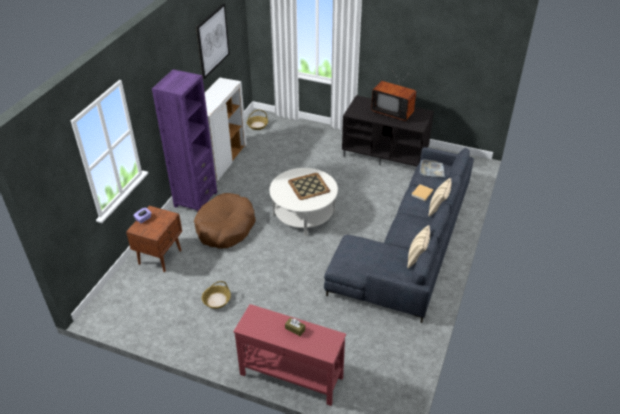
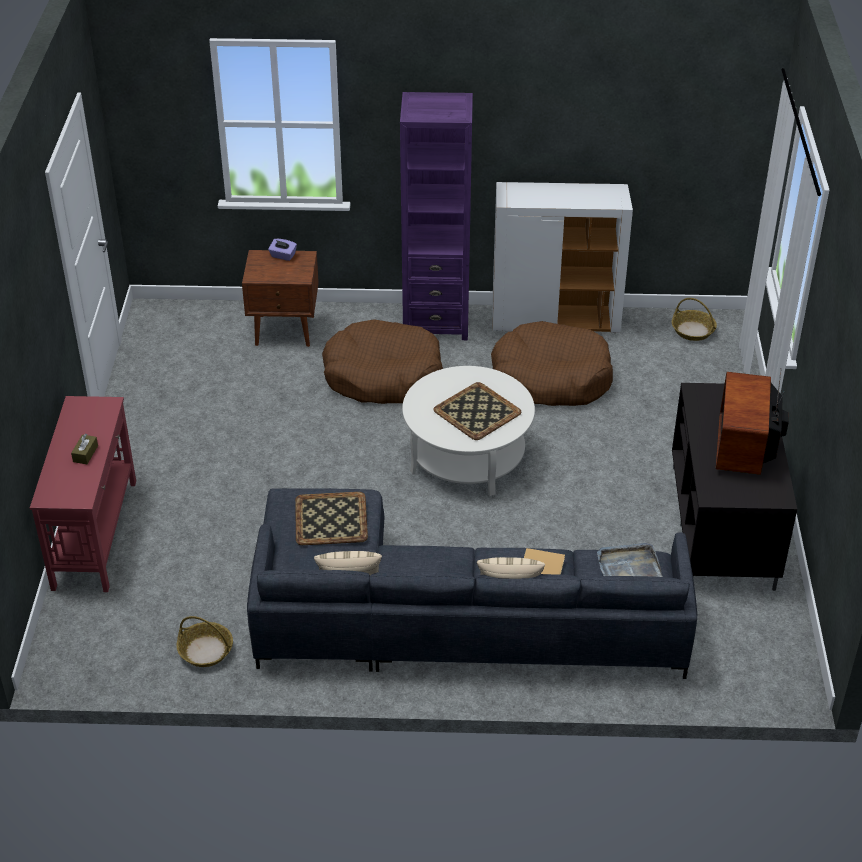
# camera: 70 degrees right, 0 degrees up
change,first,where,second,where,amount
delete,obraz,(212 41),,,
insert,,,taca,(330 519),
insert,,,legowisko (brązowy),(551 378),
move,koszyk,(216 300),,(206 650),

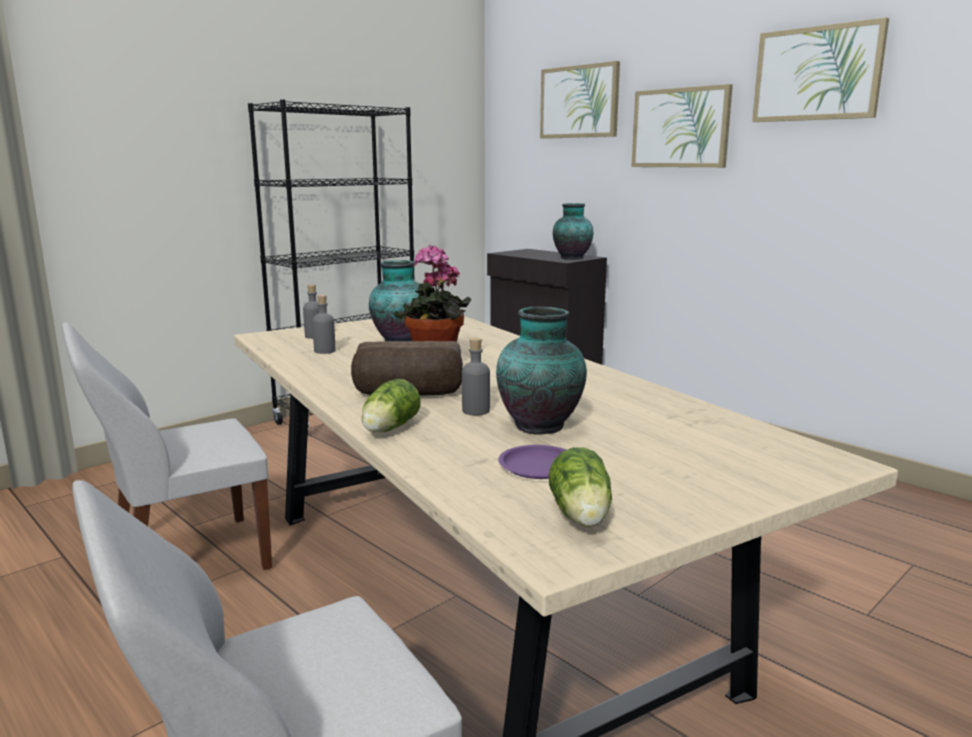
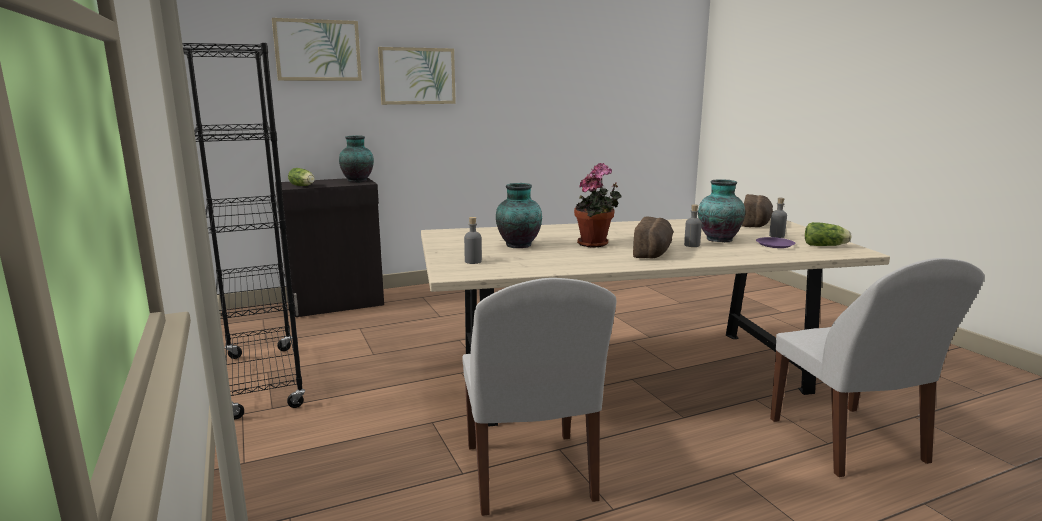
# camera: 70 degrees left, 0 degrees up
change,first,where,second,where,amount
delete,obraz,(817 74),,,
insert,,,chleb,(756 223),
move,butelka (szary),(325 351),,(776 236),
move,sałata,(388 429),,(303 186),

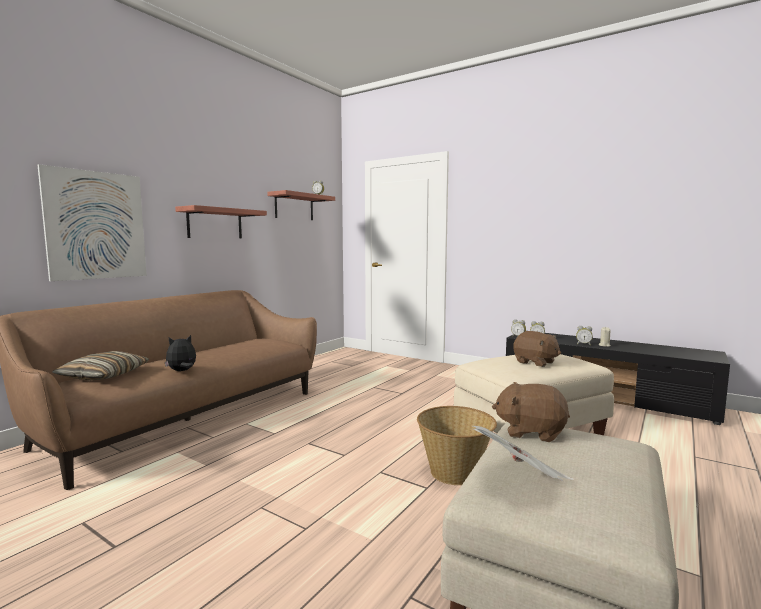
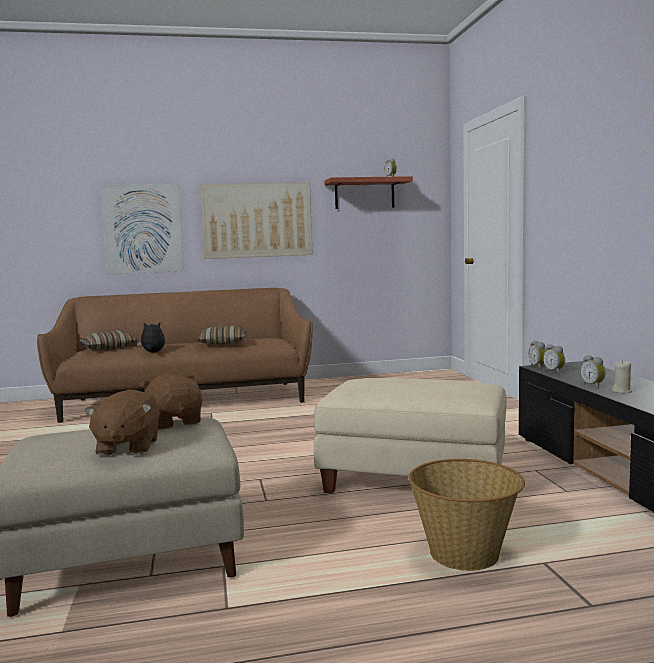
# camera: 45 degrees right, 0 degrees up
change,first,where,second,where,amount
delete,gazeta,(521 478),,,
insert,,,poduszka,(223 343),
move,koszyk,(455 472),,(465 553),
move,pluszak (brązowy),(535 362),,(127 447),
replace,półka,(215 223),obraz,(257 220),

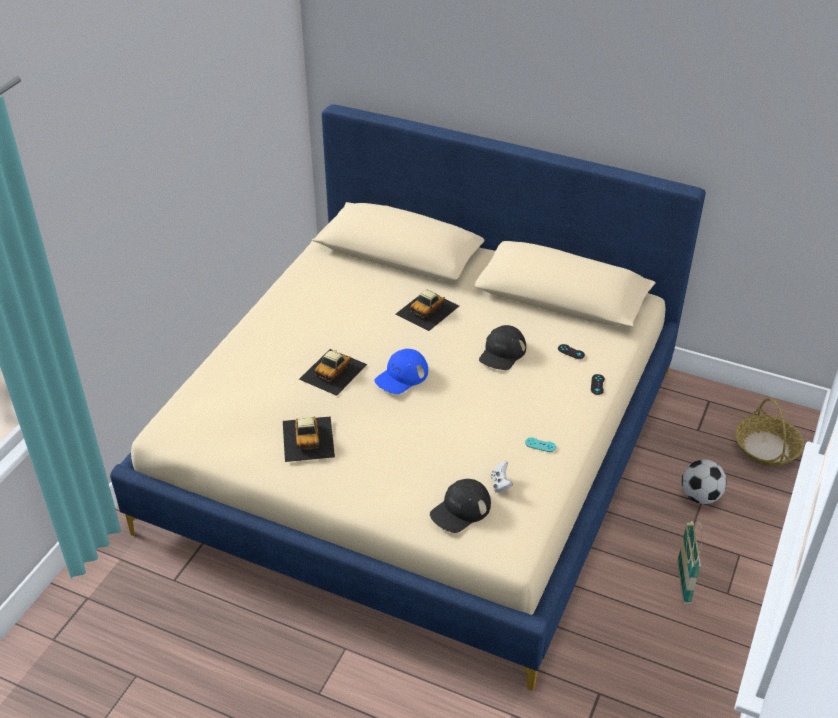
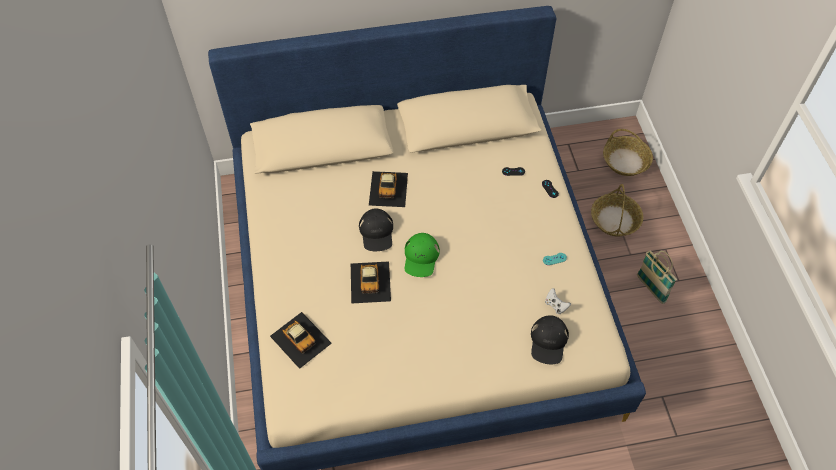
# camera: 35 degrees left, 15 degrees up
change,first,where,second,where,amount
move,samochodzik,(308 438),,(300 339),
move,czapka z daszkiem (czarny),(502 353),,(376 232),
replace,piłka futbolowa,(700 496),koszyk,(614 220),
recolor,czapka z daszkiem (niebieski),(401 376),czapka z daszkiem (zielony),(421 257),

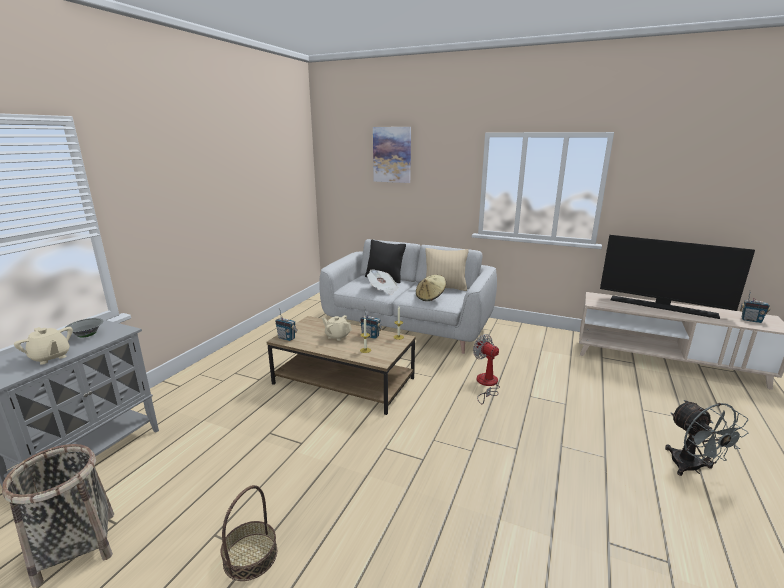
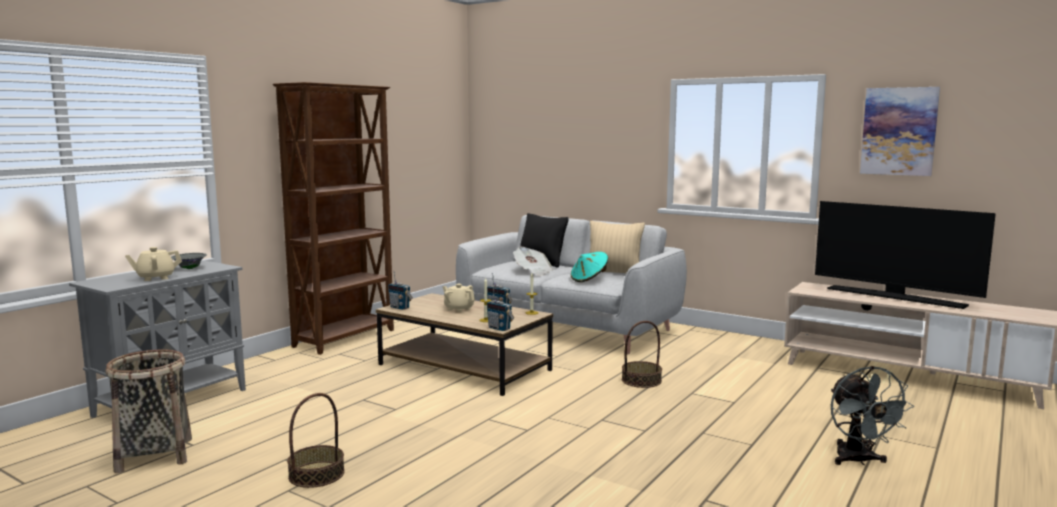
# camera: 10 degrees right, 10 degrees down
change,first,where,second,where,amount
insert,,,regał (brązowy),(346 338),
move,obraz,(392 155),,(899 131),
move,radio,(751 320),,(499 328),
replace,wentylator,(486 384),koszyk,(641 380),
recolor,kapelusz (beżowy),(430 297),kapelusz (turkusowy),(589 279),
rotate,imbryk (beżowy),(50 357),,(155 278),105 degrees clockwise

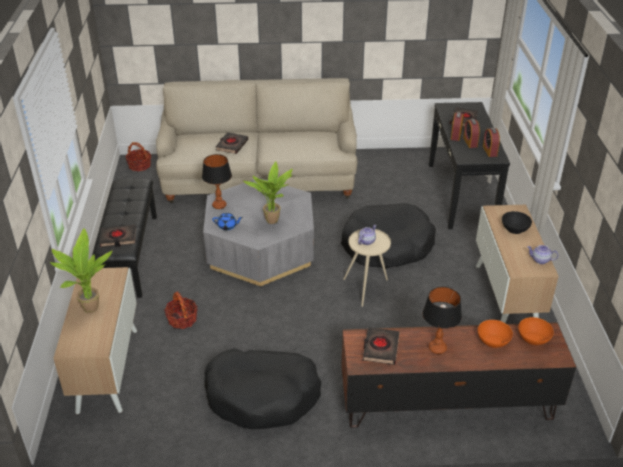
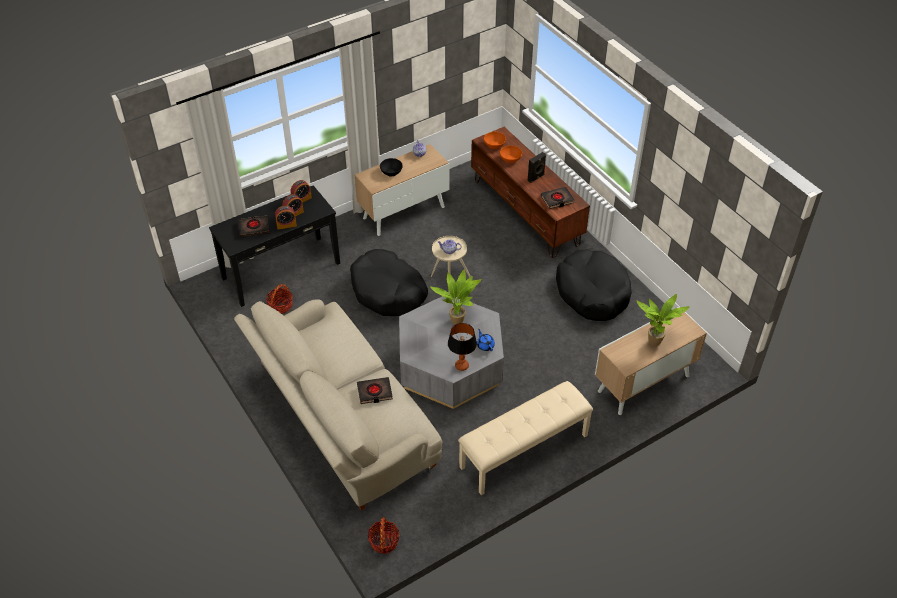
# camera: 120 degrees left, 10 degrees up
change,first,where,second,where,amount
delete,książka (czarny),(118 238),,,
move,koszyk,(182 319),,(280 305),
replace,lampa stołowa,(437 348),głośnik (czarny),(536 178),
recolor,ławka (czarny),(129 255),ławka (beżowy),(524 452),

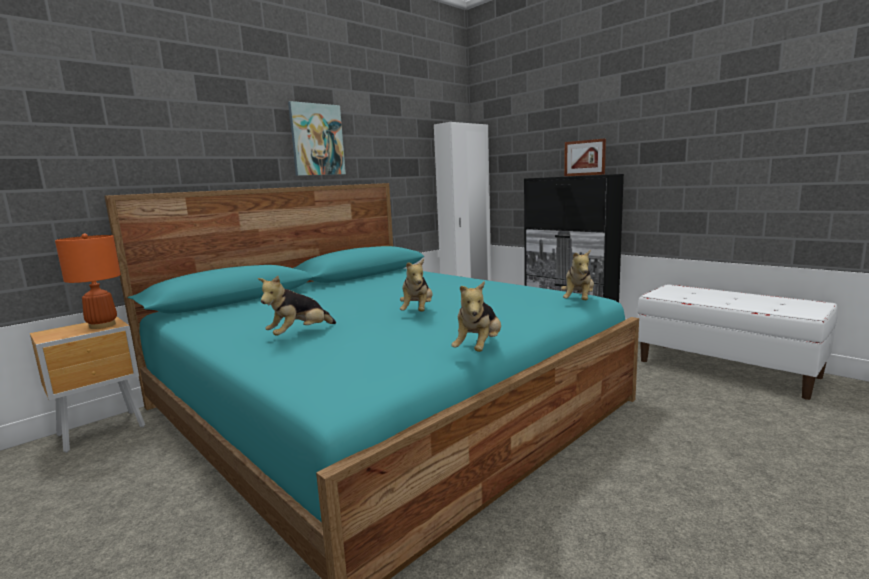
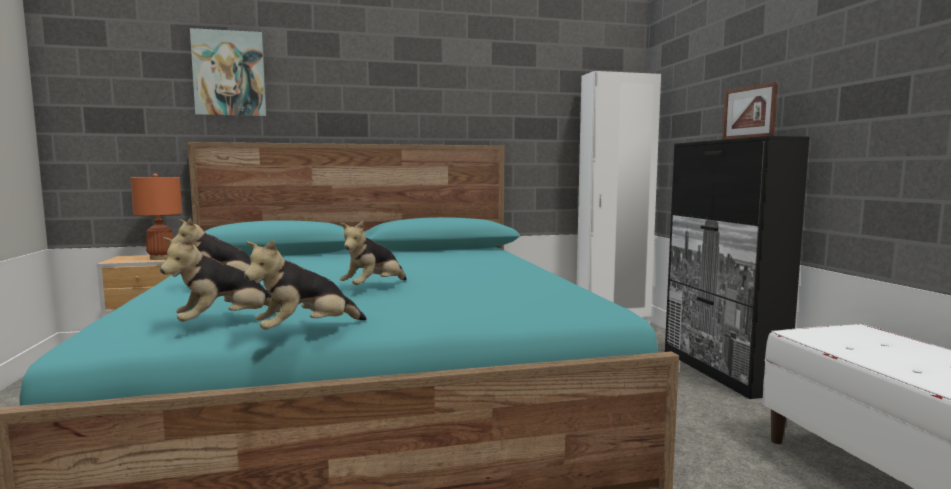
# camera: 30 degrees right, 5 degrees down
change,first,where,second,where,amount
move,obraz,(317 140),,(229 74),
move,pluszak,(578 301),,(226 323),

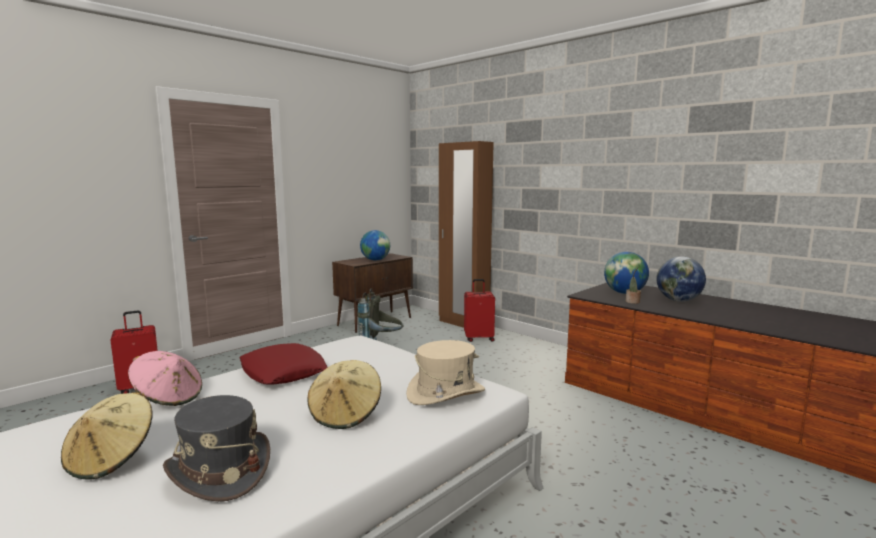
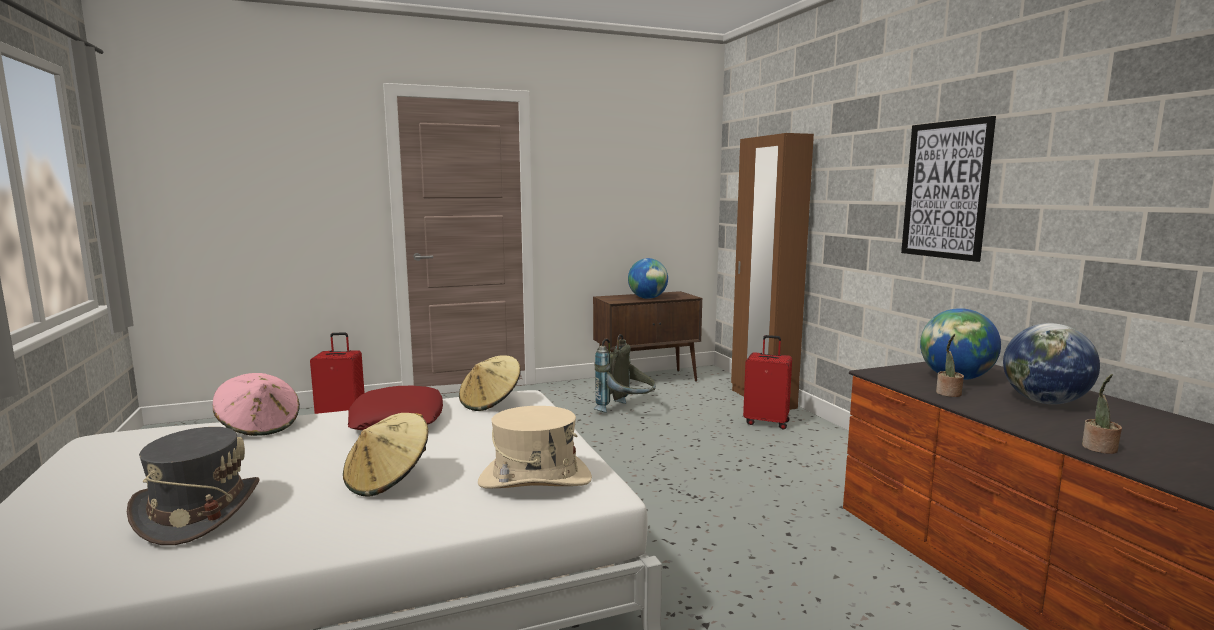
# camera: 25 degrees right, 0 degrees up
change,first,where,second,where,amount
insert,,,obraz,(946 190),
insert,,,roślina doniczkowa,(1099 448),
move,kapelusz (beżowy),(112 459),,(491 402),

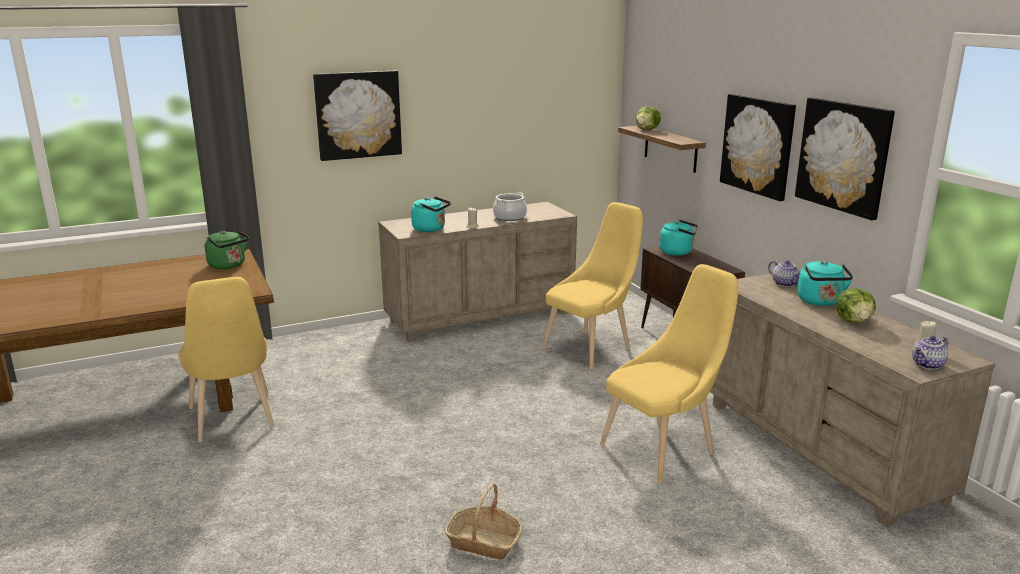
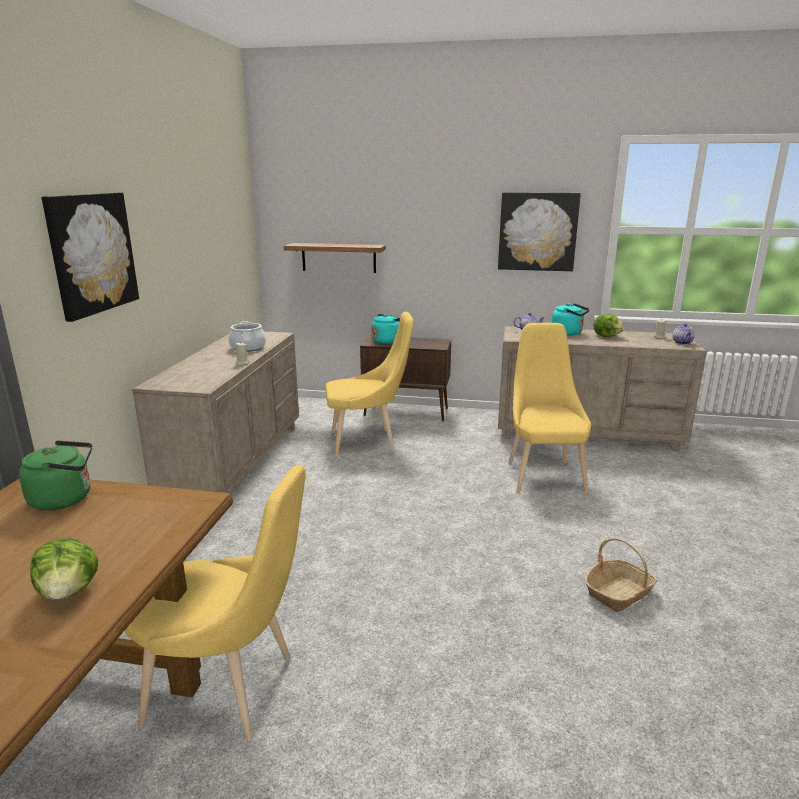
# camera: 55 degrees left, 0 degrees up
change,first,where,second,where,amount
delete,czajnik (turkusowy),(431 229),,,
delete,obraz,(757 145),,,
move,sałata,(647 130),,(69 592),
rotate,krzesło (żółty),(591 348),,(368 442),90 degrees clockwise

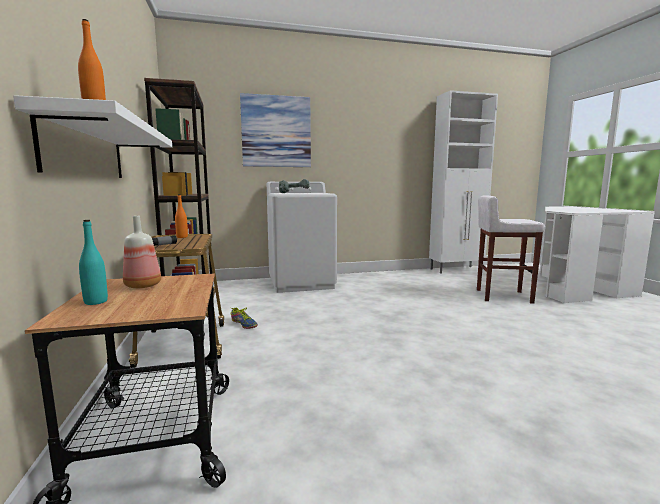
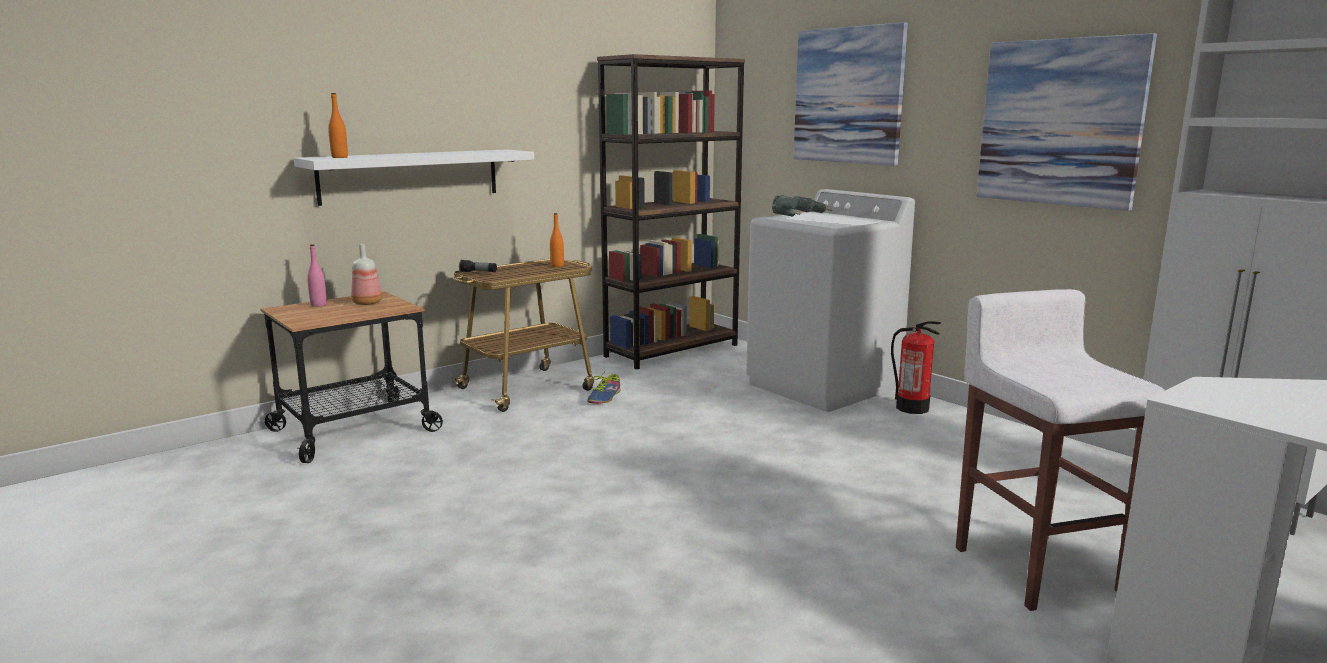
# camera: 65 degrees right, 5 degrees up
change,first,where,second,where,amount
insert,,,gaśnica,(912 408),
insert,,,obraz,(1060 122),
recolor,butelka (turkusowy),(96 302),butelka (różowy),(318 305),

